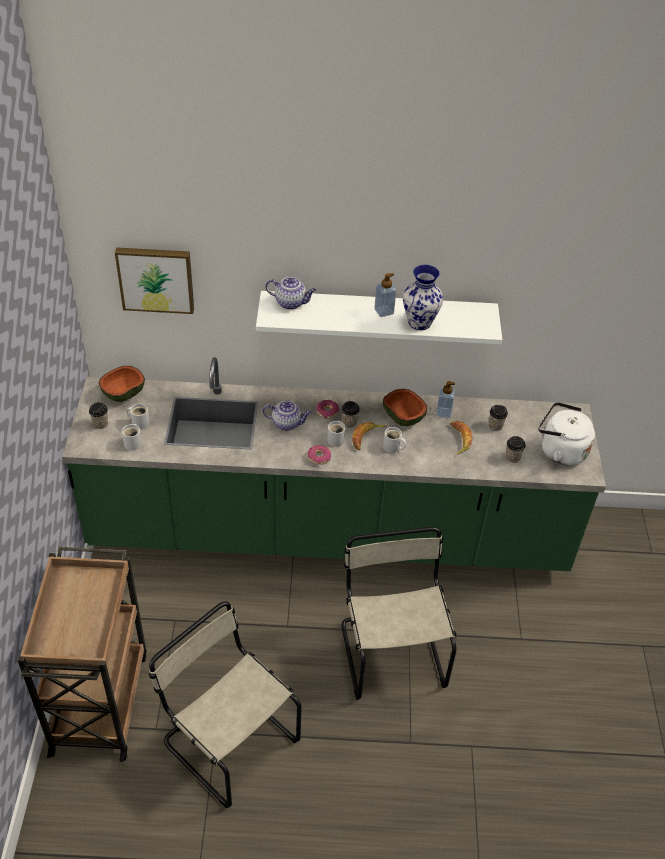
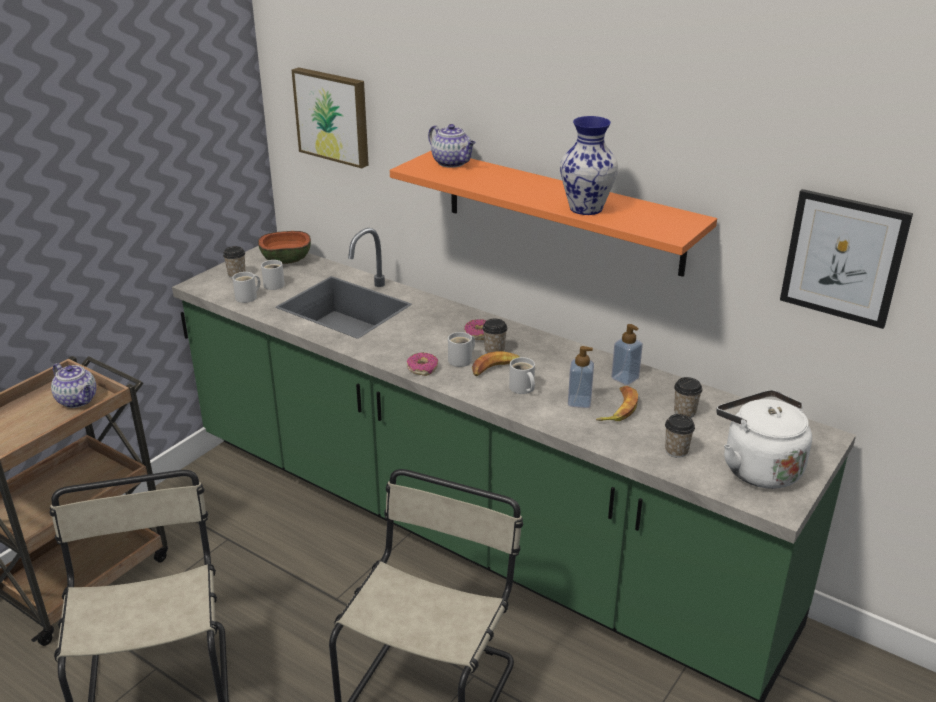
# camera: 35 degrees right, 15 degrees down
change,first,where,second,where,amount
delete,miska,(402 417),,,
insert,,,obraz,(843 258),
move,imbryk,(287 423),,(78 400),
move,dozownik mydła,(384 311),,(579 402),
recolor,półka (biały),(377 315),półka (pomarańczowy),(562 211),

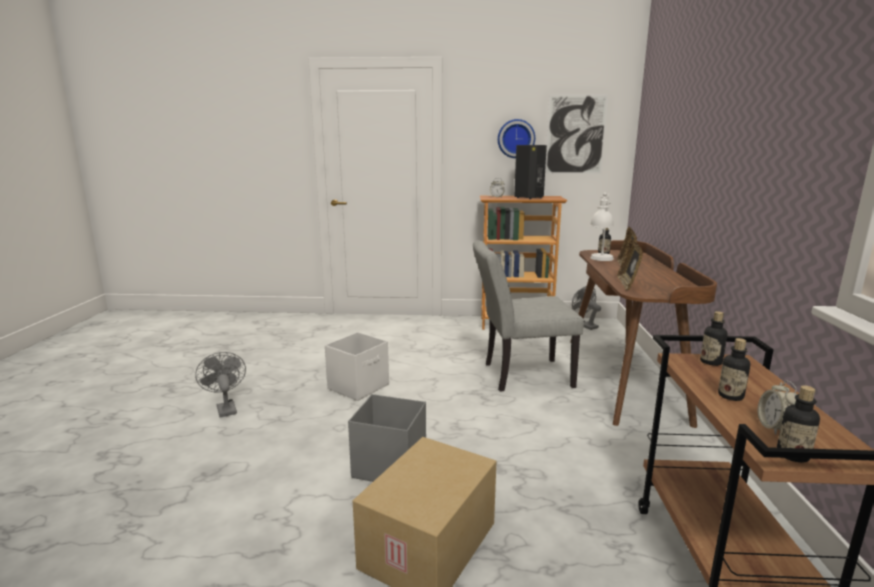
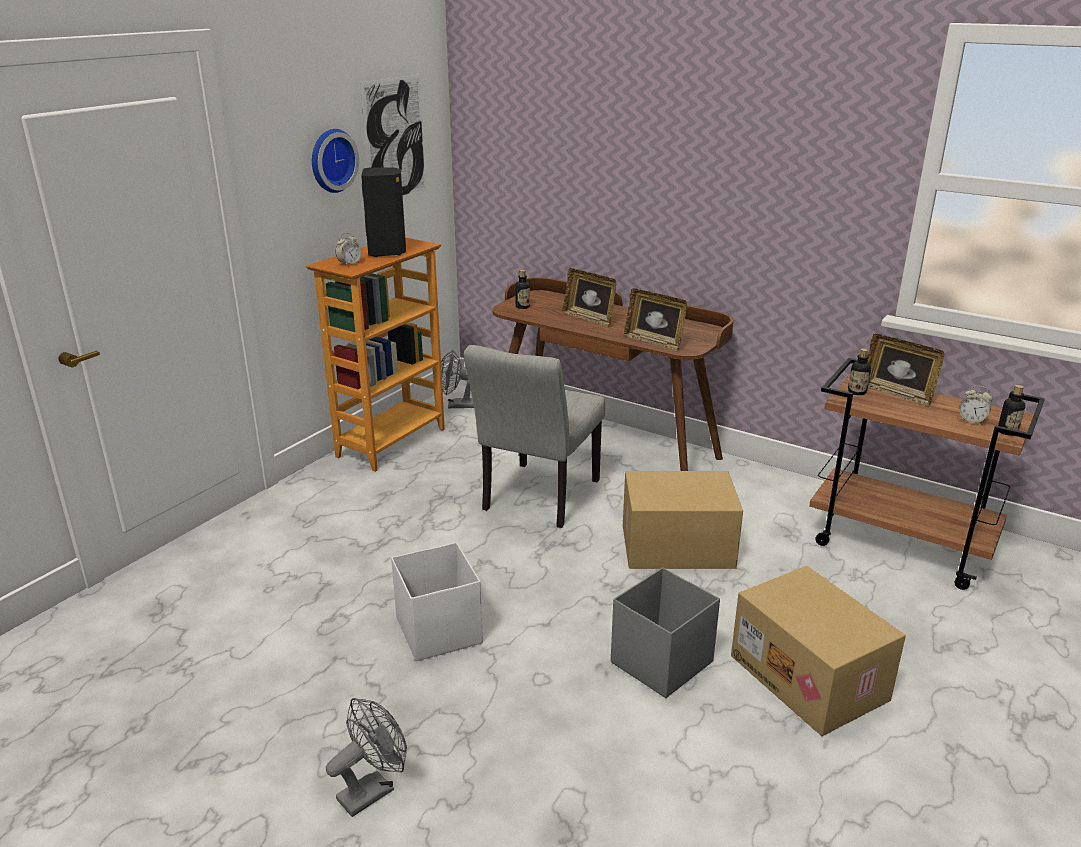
# camera: 60 degrees left, 10 degrees up
change,first,where,second,where,amount
delete,lampa stołowa (biały),(600 260),,,
delete,butelka,(730 396),,,
insert,,,karton,(676 547),
insert,,,ramka na zdjęcie,(897 393),
rotate,wentylator (szary),(225 408),,(372 790),135 degrees clockwise

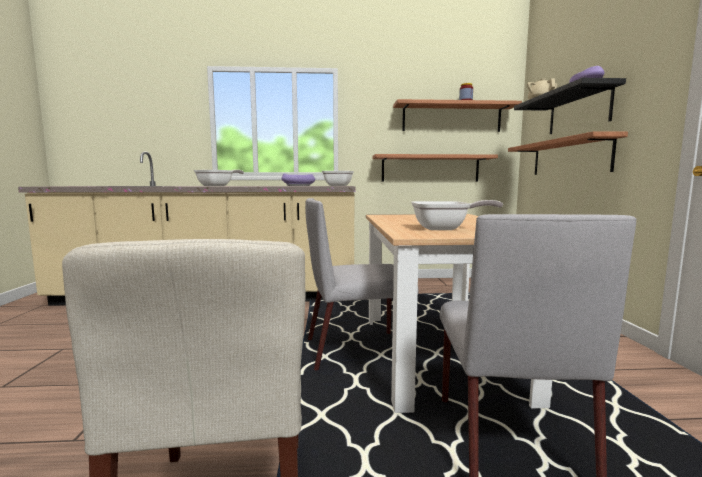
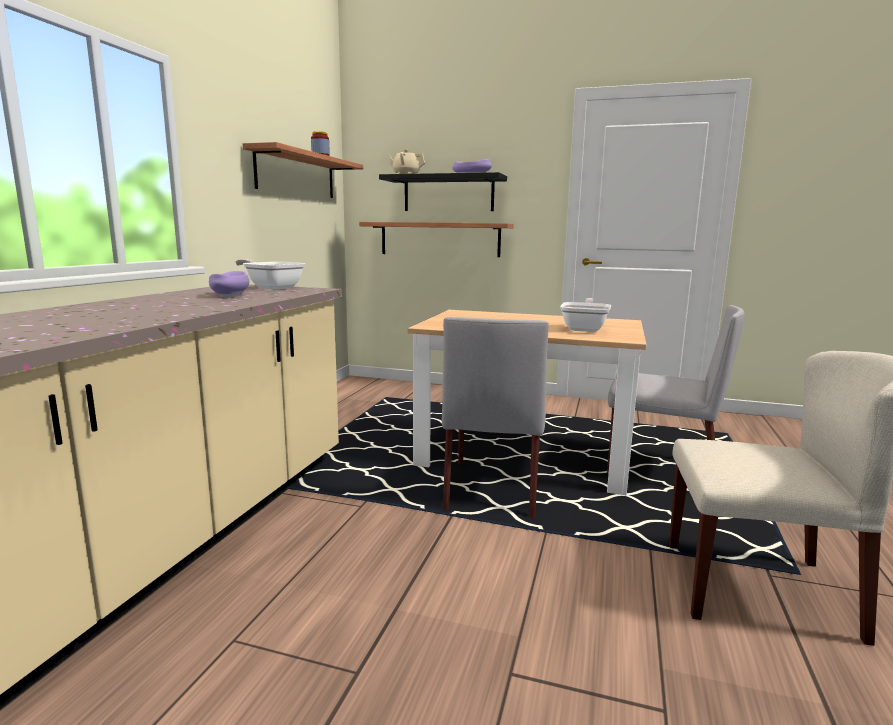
# camera: 70 degrees left, 5 degrees up
change,first,where,second,where,amount
delete,patelnia,(218 186),,,
delete,półka,(430 168),,,

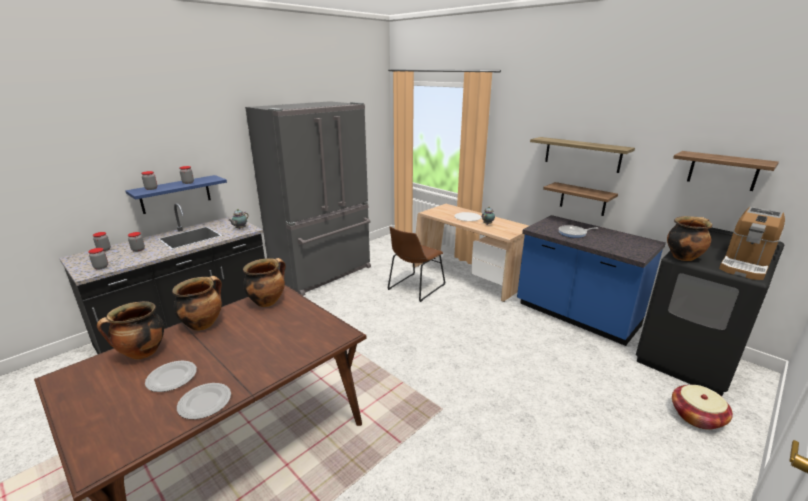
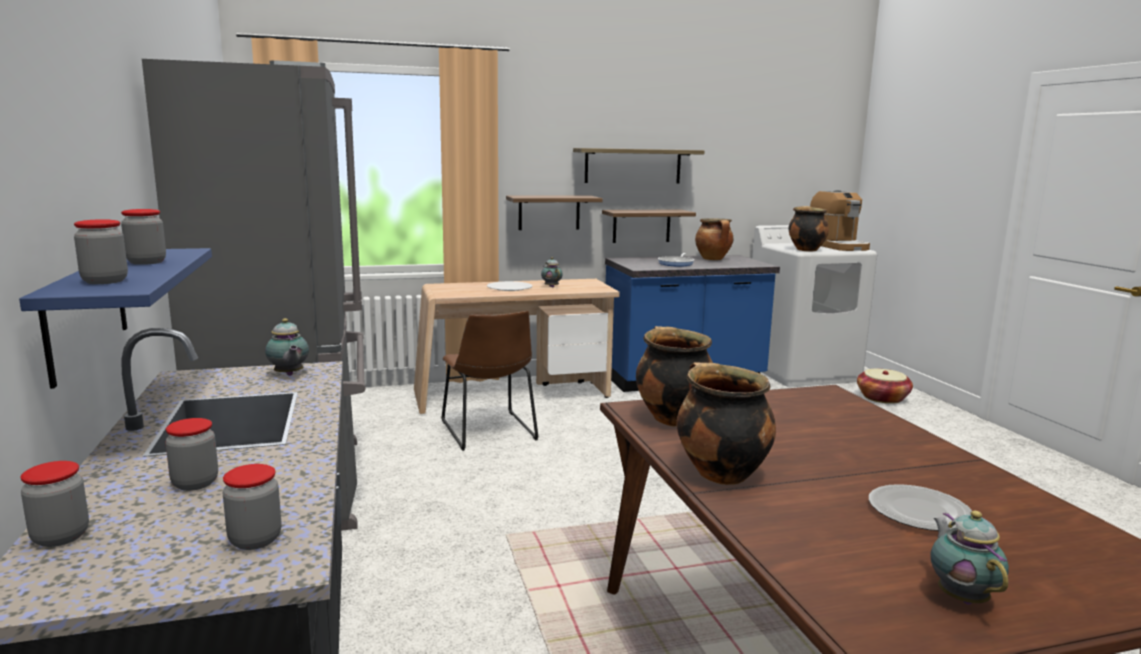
# camera: 60 degrees left, 10 degrees down
change,first,where,second,where,amount
delete,talerz,(204 402),,,
insert,,,imbryk,(961 597),
move,garnek,(142 353),,(713 259),
move,półka,(723 171),,(549 212),
recolor,pralka (czarny),(686 360),pralka (biały),(802 372),

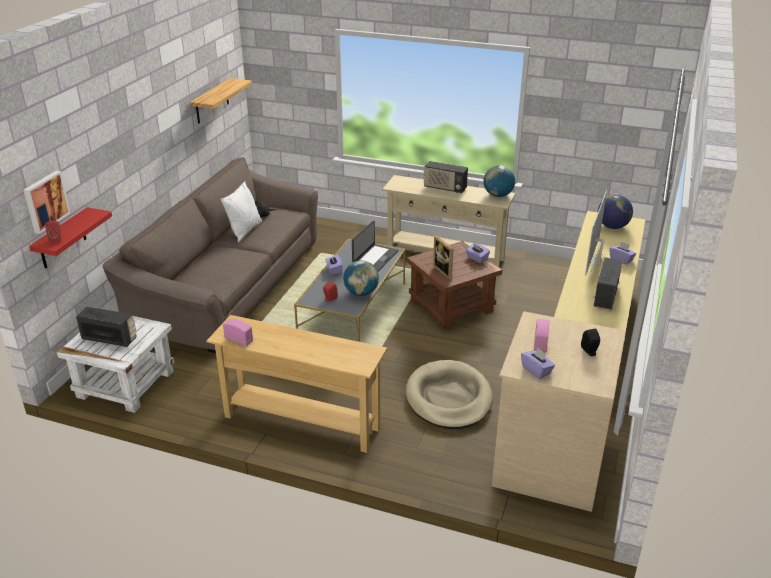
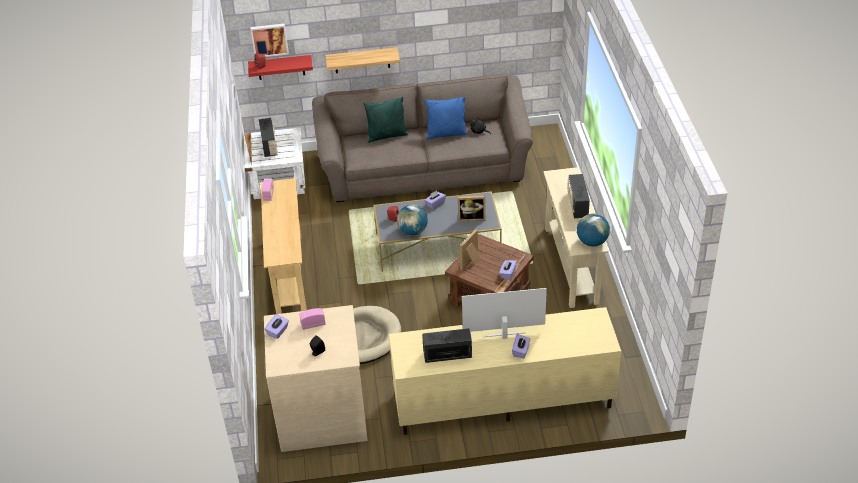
# camera: 65 degrees right, 10 degrees up
change,first,where,second,where,amount
delete,globus,(612 227),,,
insert,,,poduszka (zielony),(387 136),
move,półka,(212 101),,(362 60),
replace,laptop,(374 258),ramka na zdjęcie,(471 218),
recolor,poduszka (biały),(245 231),poduszka (niebieski),(446 134),

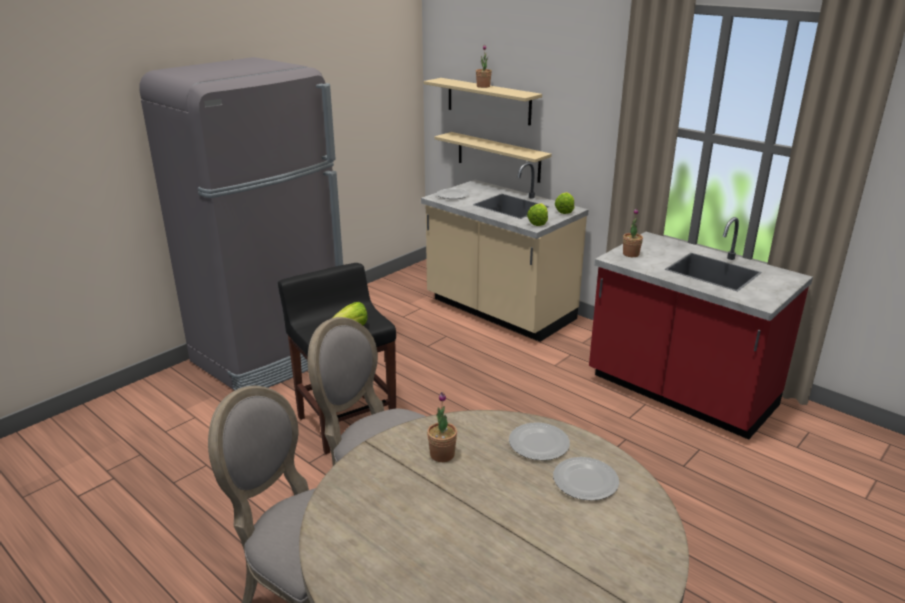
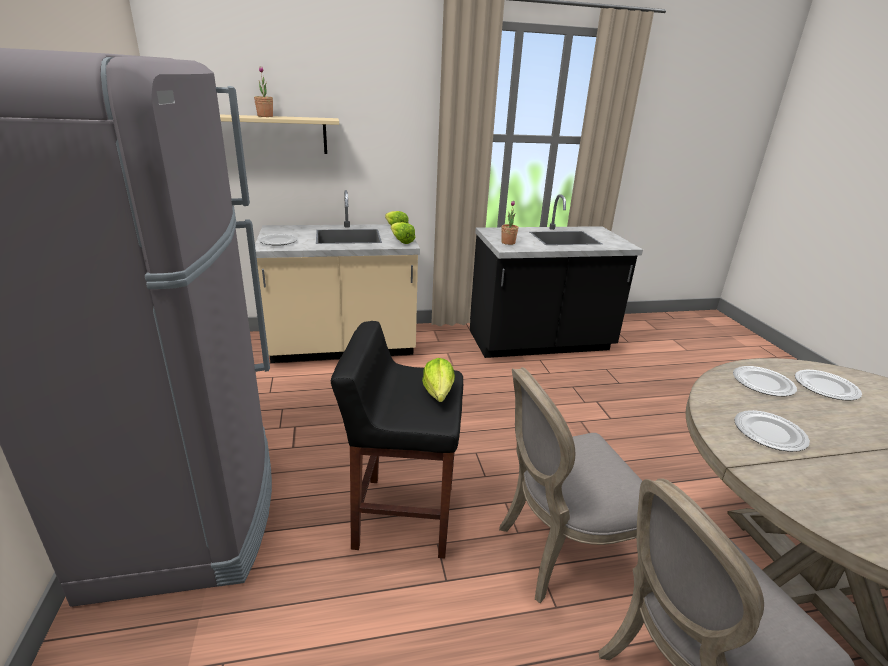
# camera: 55 degrees left, 0 degrees up
change,first,where,second,where,amount
delete,półka (beżowy),(498 157),,,
replace,roślina doniczkowa,(442 455),talerz,(770 433),
recolor,zabudowa kuchenna (czerwony),(680 393),zabudowa kuchenna (czarny),(540 343),

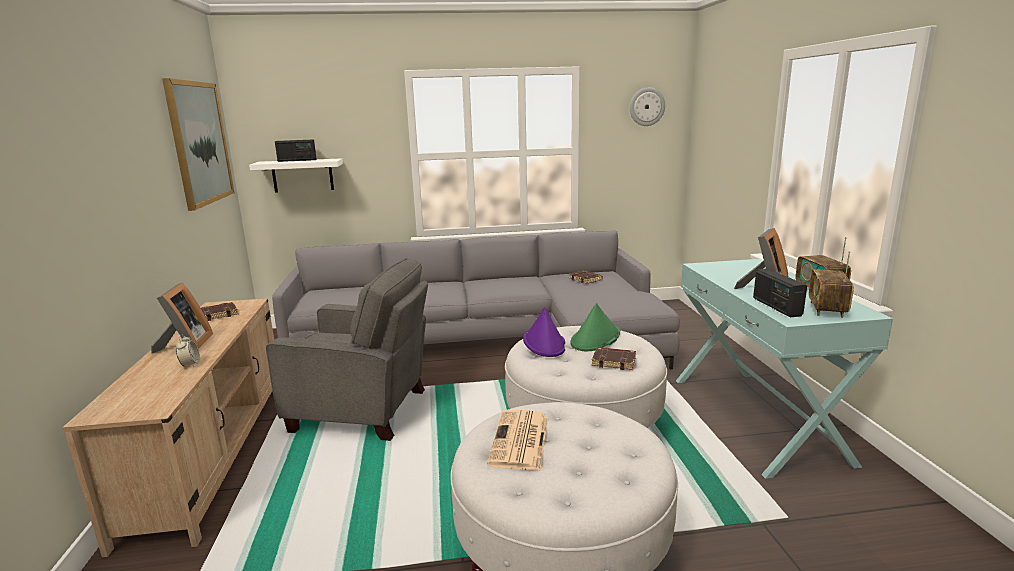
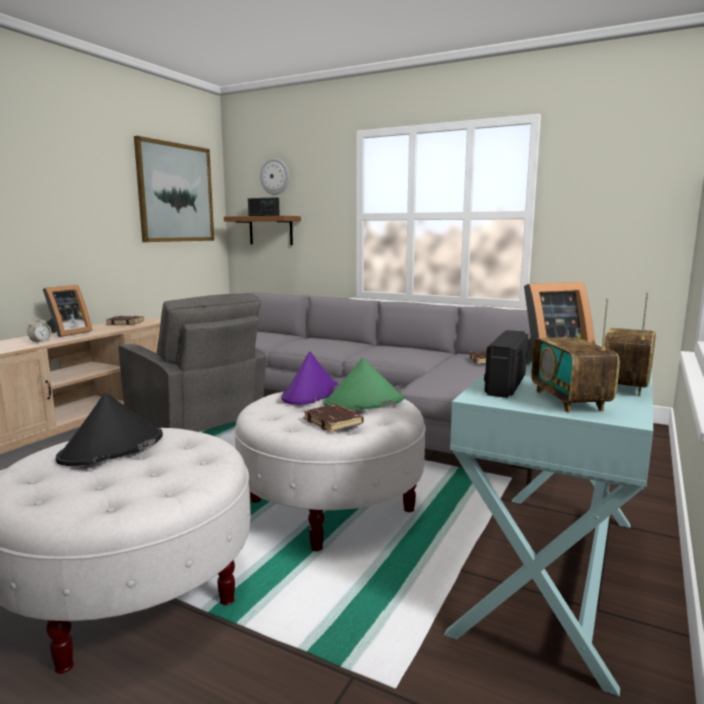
# camera: 35 degrees right, 5 degrees down
change,first,where,second,where,amount
move,zegar ścienny,(647 107),,(275 176),
replace,gazeta,(520 441),kapelusz (czarny),(112 448),
recolor,półka (biały),(302 175),półka (brązowy),(271 230),
rotate,radio,(827 310),,(569 401),60 degrees counterclockwise

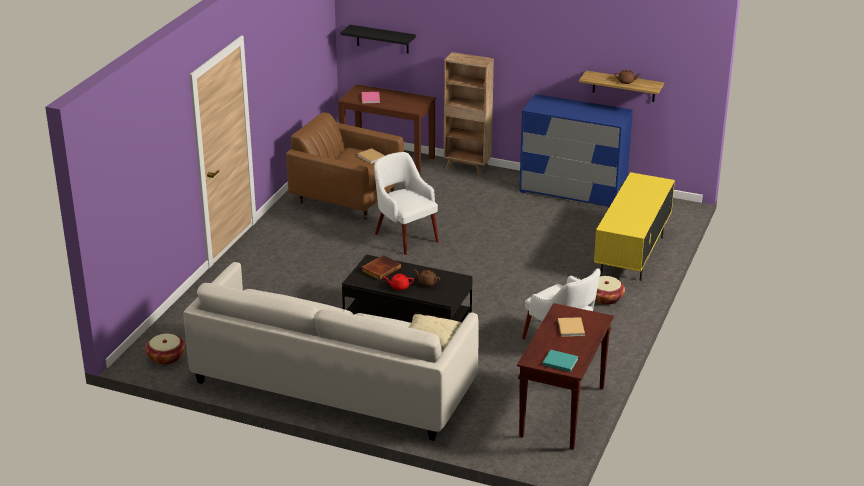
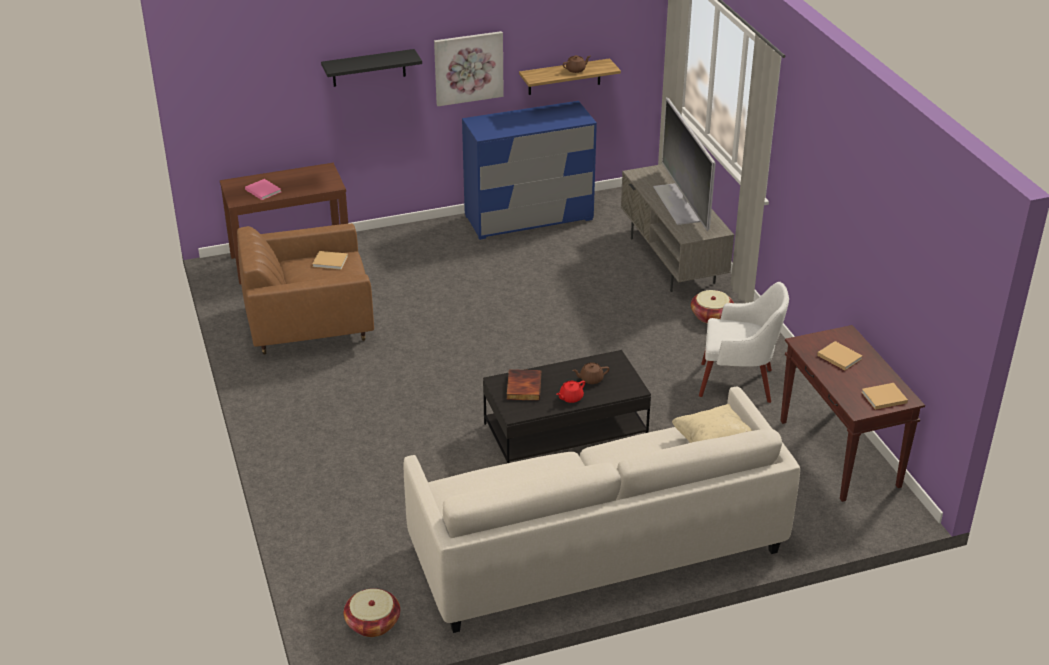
# camera: 40 degrees left, 5 degrees up
change,first,where,second,where,amount
delete,fotel (biały),(405 236),,,
delete,regał (brązowy),(467 168),,,
insert,,,obraz,(468 67),
insert,,,telewizor,(677 204),
move,półka (czarny),(382 39),,(368 68),
recolor,książka (turkusowy),(559 362),książka (beżowy),(882 397),
recolor,szafka pod telewizor (żółty),(632 255),szafka pod telewizor (szary),(673 260),

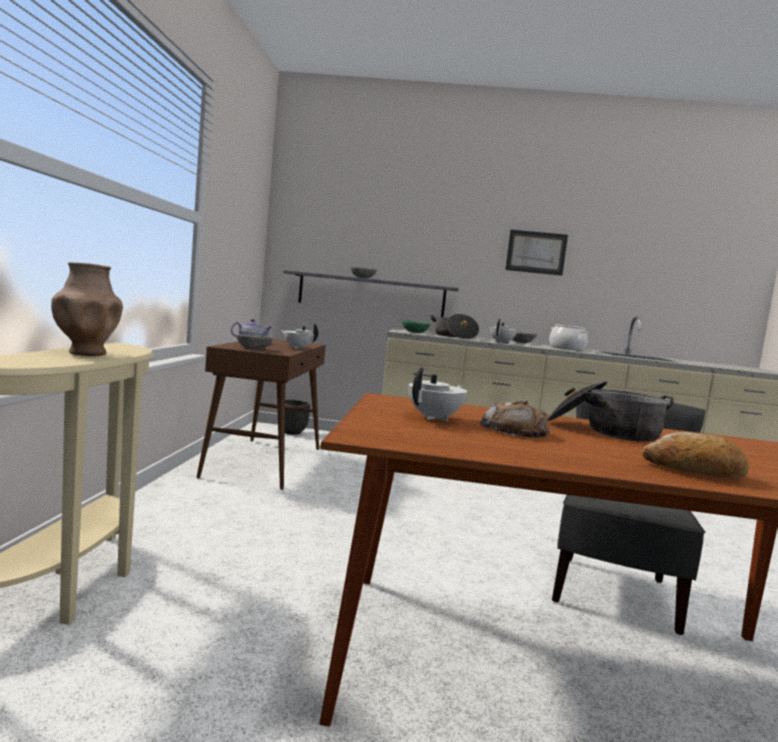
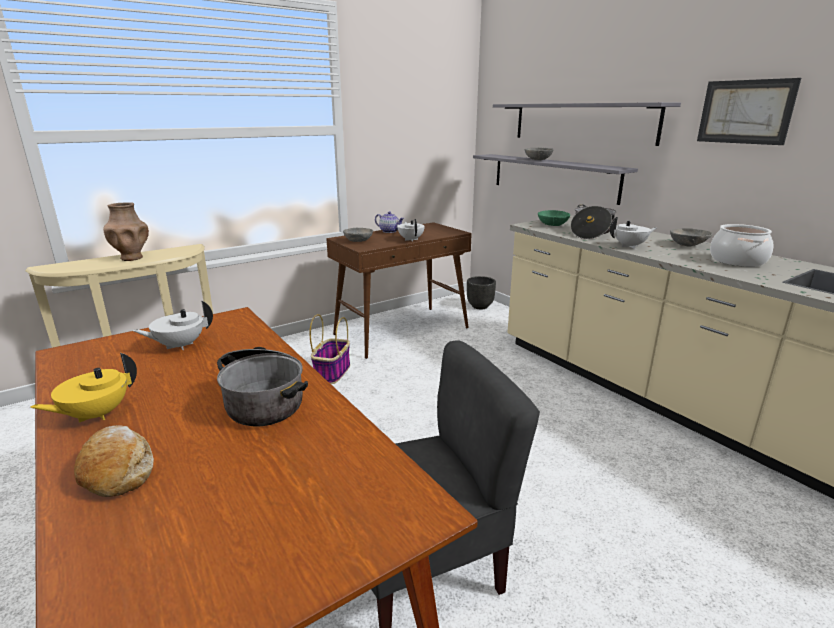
# camera: 50 degrees right, 15 degrees up
change,first,where,second,where,amount
delete,chleb,(514 430),,,
insert,,,imbryk (żółty),(96 415),
insert,,,koszyk,(332 372),
insert,,,półka (szary),(581 122),
rotate,imbryk (biały),(435 418),,(179 346),150 degrees clockwise

